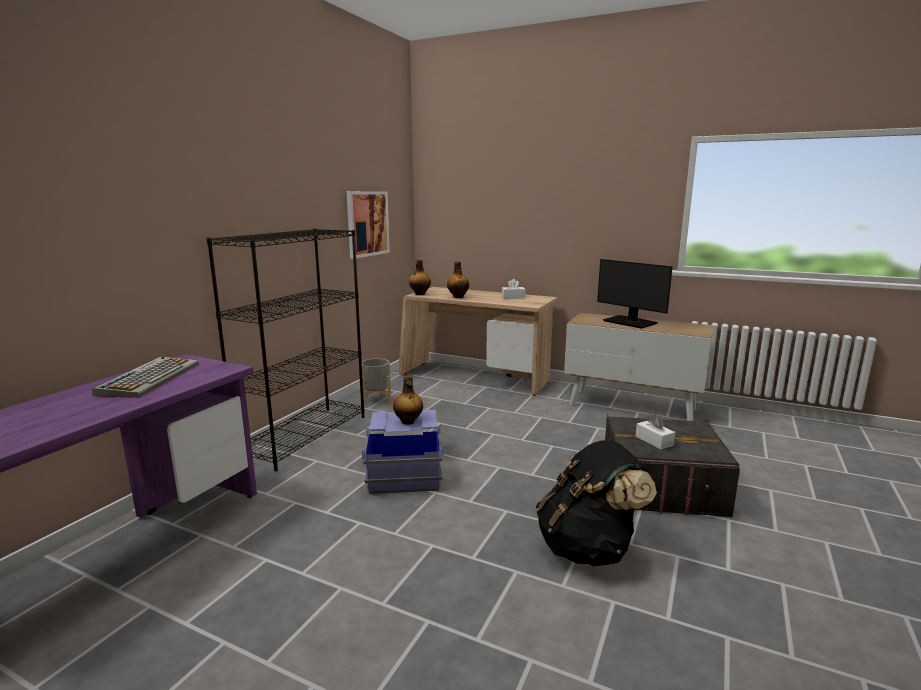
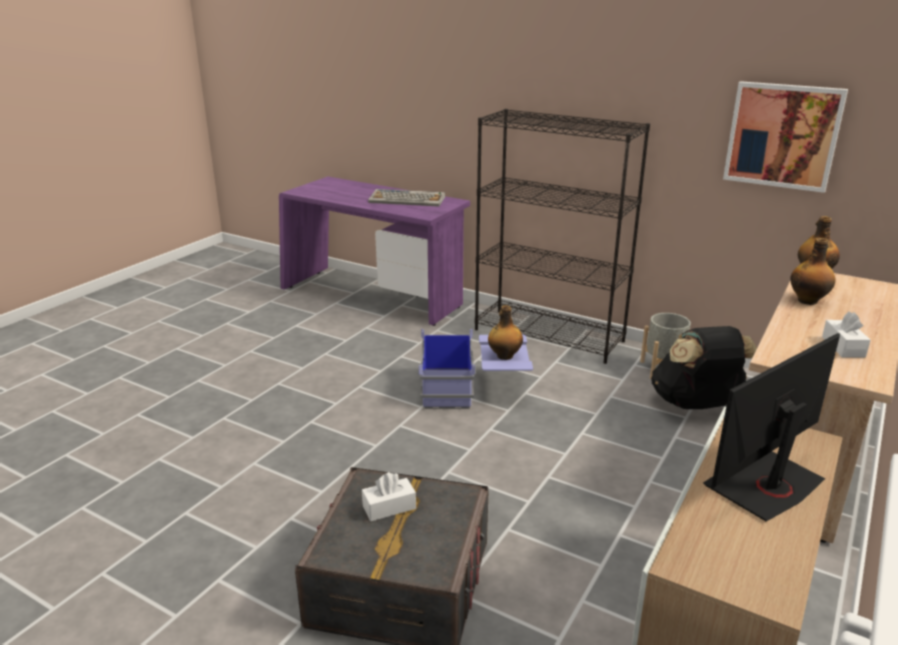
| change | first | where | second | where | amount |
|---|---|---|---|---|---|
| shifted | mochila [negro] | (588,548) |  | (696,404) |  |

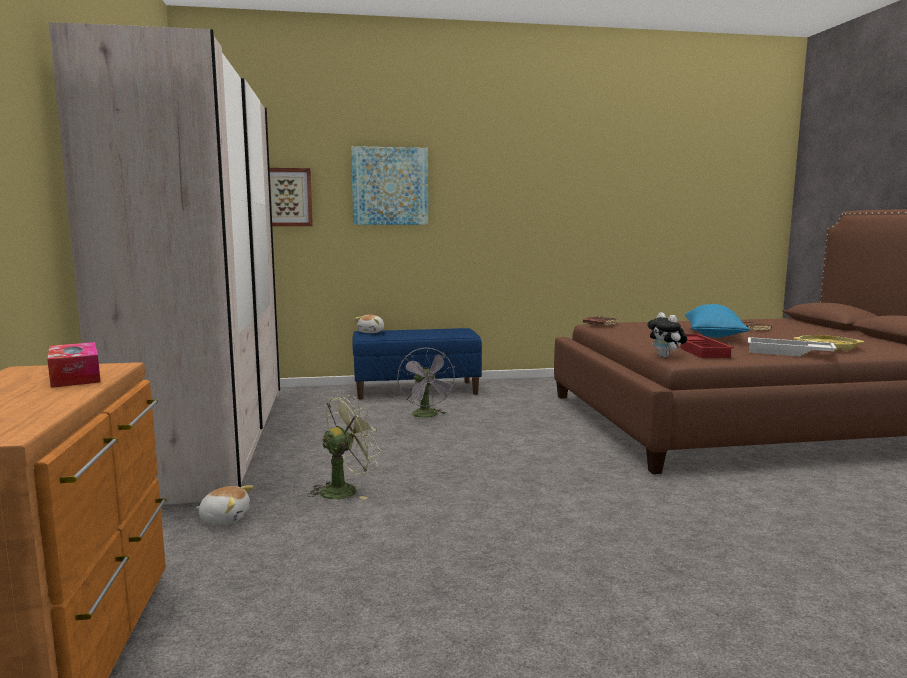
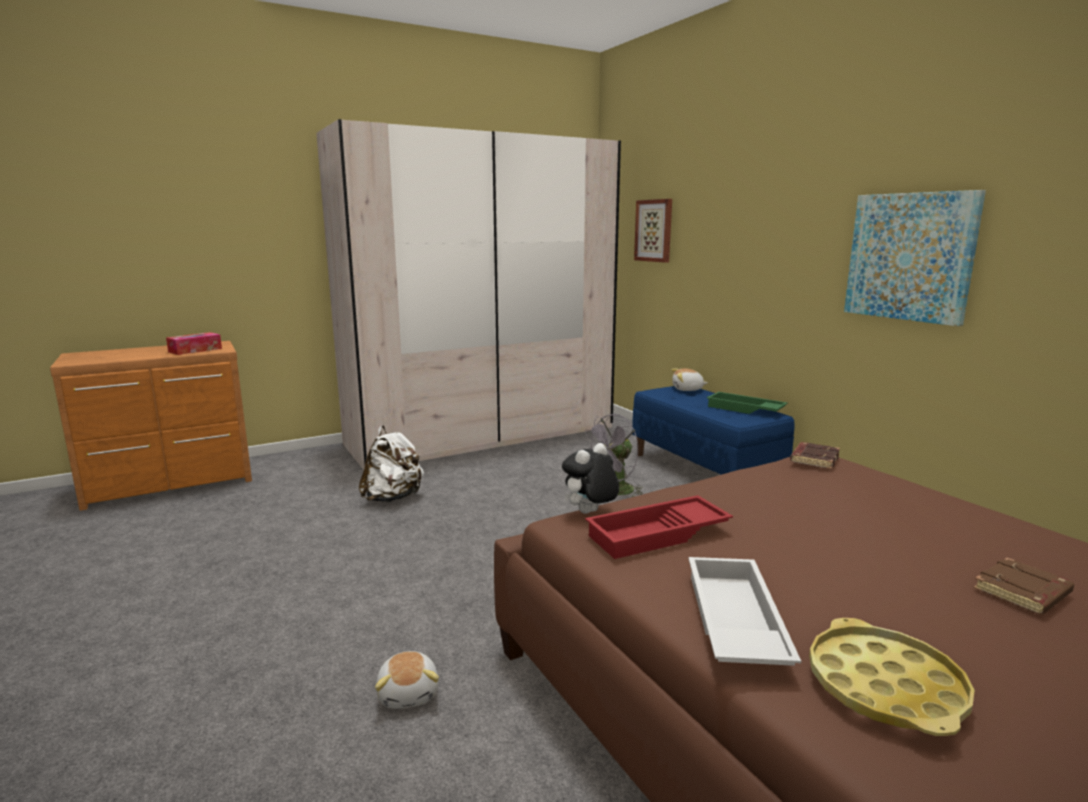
| change | first | where | second | where | amount |
|---|---|---|---|---|---|
| gone | cojín [azul] | (713,335) |  |  |  |
| new |  |  | bandeja [verde] | (744,409) |  |
| shifted | peluche | (225,518) |  | (409,693) |  |
| shifted | cuadro | (390,186) |  | (910,257) |  |
| swapped | ventilador [verde] | (345,490) | mochila [blanco] | (393,498) |  |

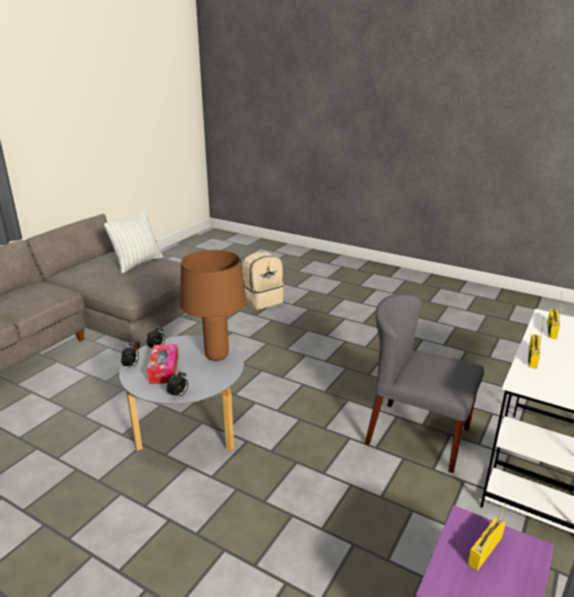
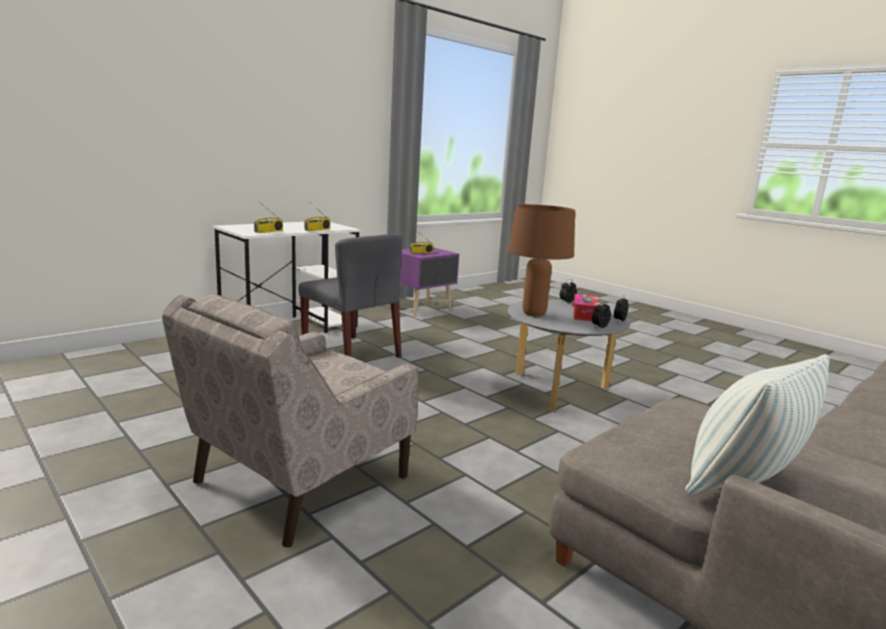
| change | first | where | second | where | amount |
|---|---|---|---|---|---|
| gone | mochila [beis] | (262,300) |  |  |  |
| new |  |  | sillón [beis] | (300,480) |  |

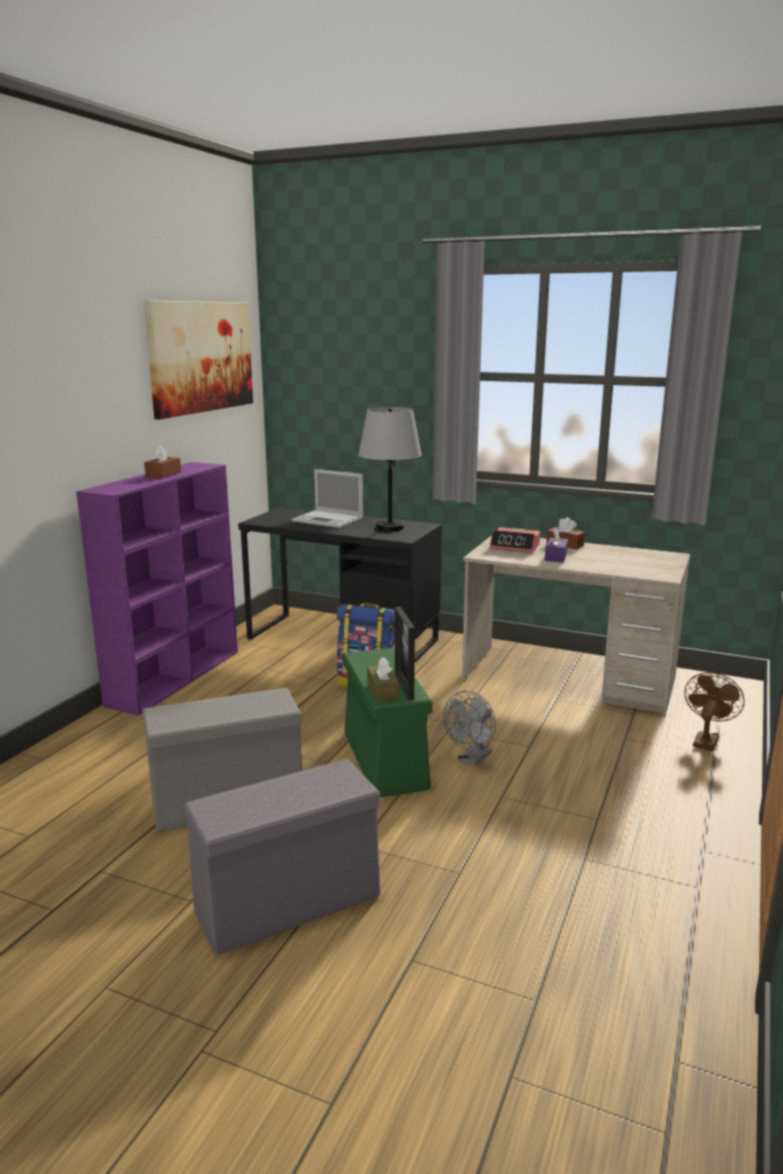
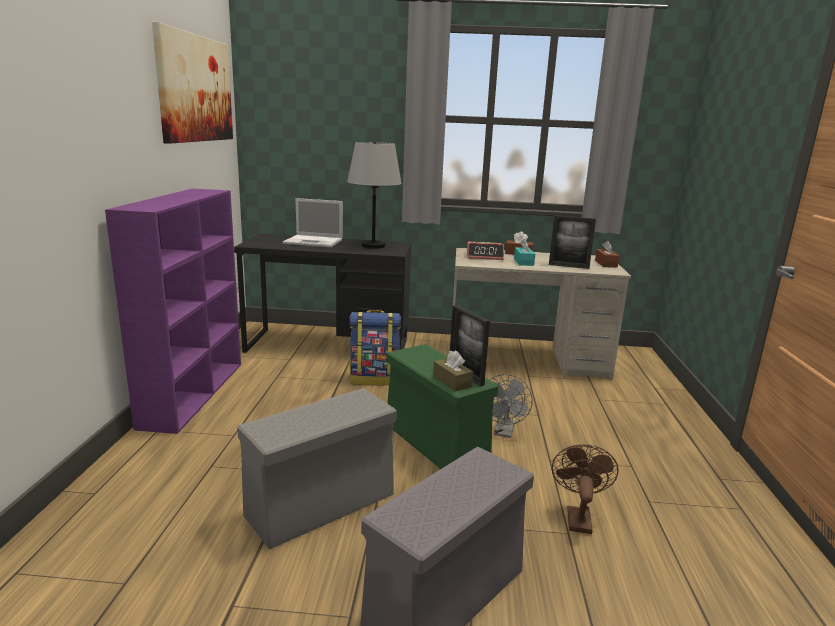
| change | first | where | second | where | amount |
|---|---|---|---|---|---|
| new |  |  | portarretratos | (568,266) |  |
| shifted | caja de pañuelos [marrón] | (163,475) |  | (606,264) |  |
| shifted | ventilador [marrón] | (706,740) |  | (577,517) |  |
| repainted | caja de pañuelos [morado] | (556,557) | caja de pañuelos [turquesa] | (523,262) |  |

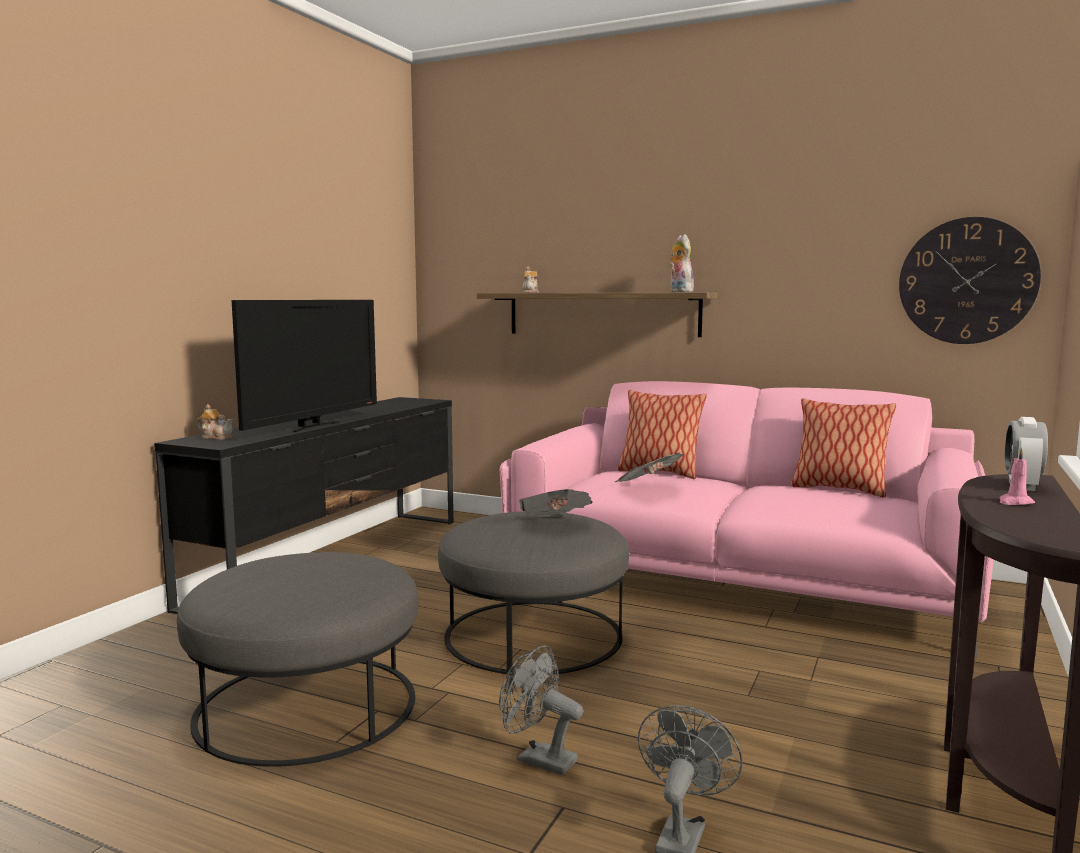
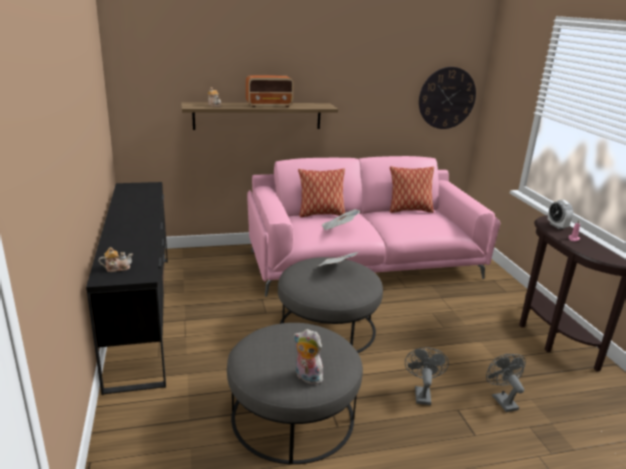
| change | first | where | second | where | amount |
|---|---|---|---|---|---|
| gone | televisor | (312,426) |  |  |  |
| new |  |  | radio | (269,105) |  |
| shifted | peluche | (679,292) |  | (306,377) |  |
| rotated | ventilador [gris] | (538,759) |  | (421,393) | 105 degrees clockwise |

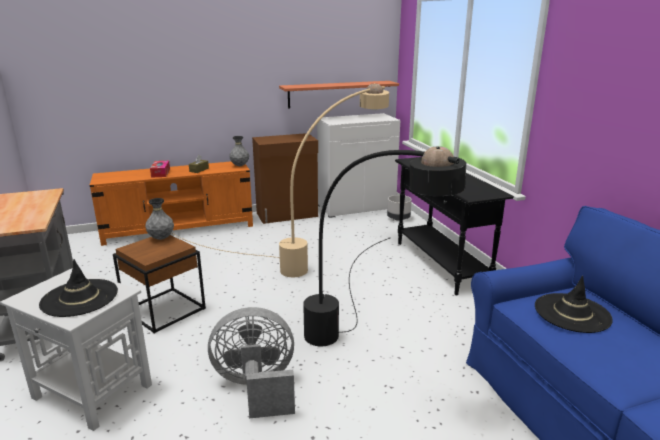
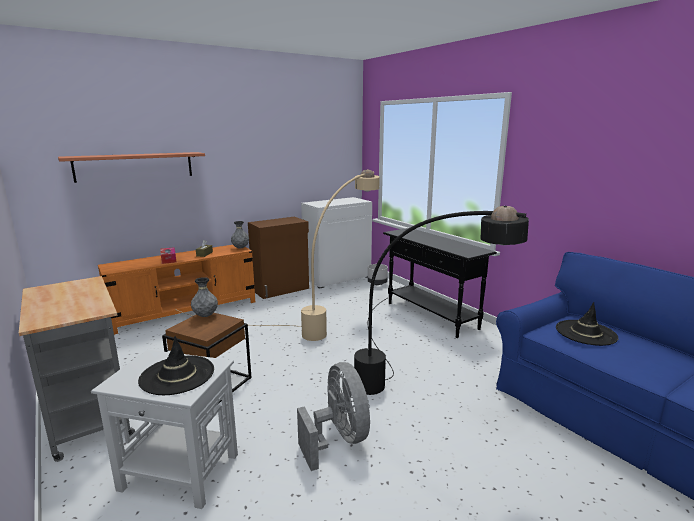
| change | first | where | second | where | amount |
|---|---|---|---|---|---|
| shifted | estante | (336,94) |  | (135,166) |  |
| rotated | ventilador [gris] | (257,388) |  | (339,439) | 90 degrees clockwise |

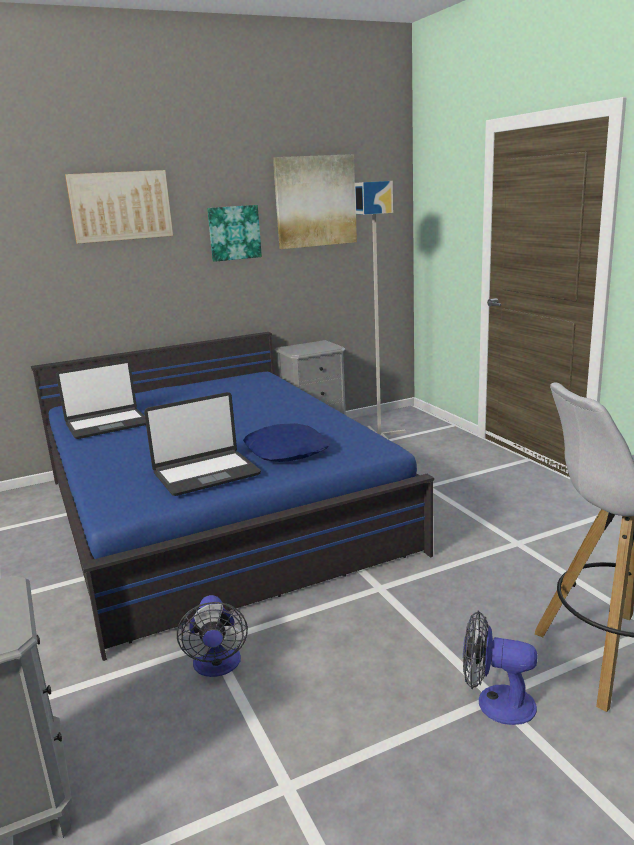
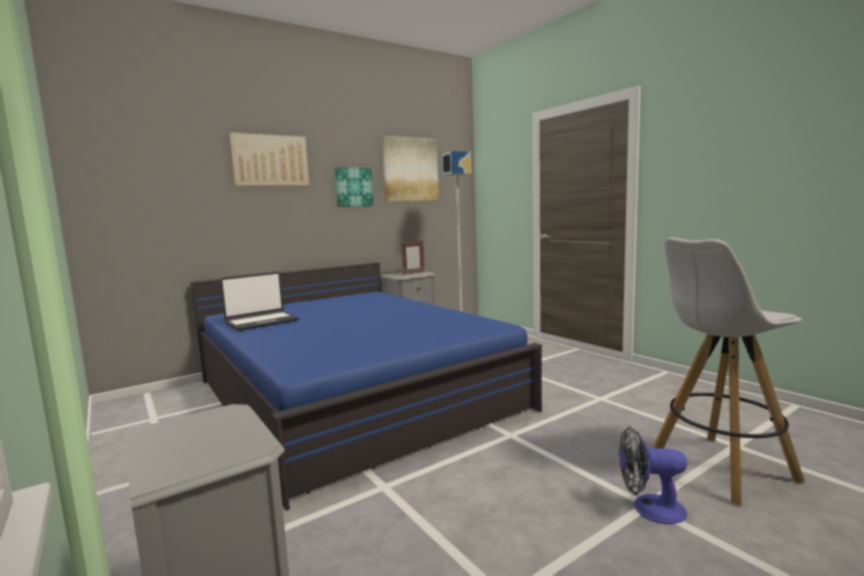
| change | first | where | second | where | amount |
|---|---|---|---|---|---|
| gone | portátil | (206,474) |  |  |  |
| gone | ventilador | (217,666) |  |  |  |
| gone | cojín [azul] | (287,451) |  |  |  |
| new |  |  | portarretratos | (413,273) |  |

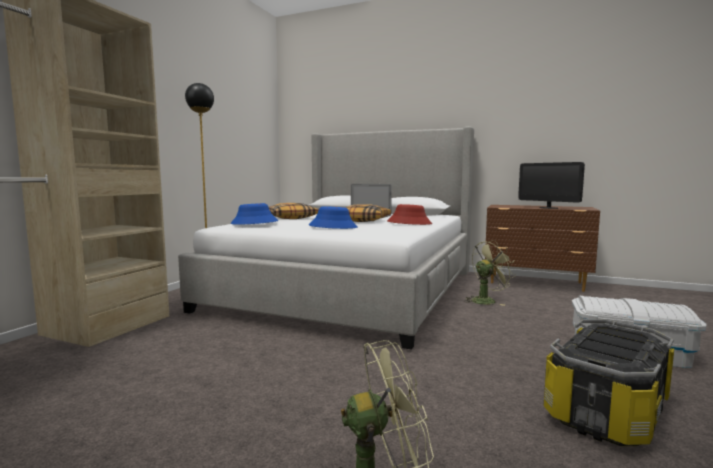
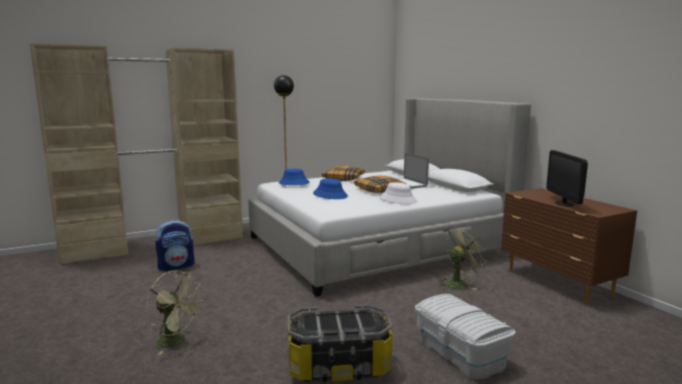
| change | first | where | second | where | amount |
|---|---|---|---|---|---|
| new |  |  | mochila | (176,266) |  |
| repainted | sombrero [rojo] | (409,223) | sombrero [blanco] | (398,200) |  |
| rotated | ventilador [verde] | (486,300) |  | (459,283) | 45 degrees counterclockwise |

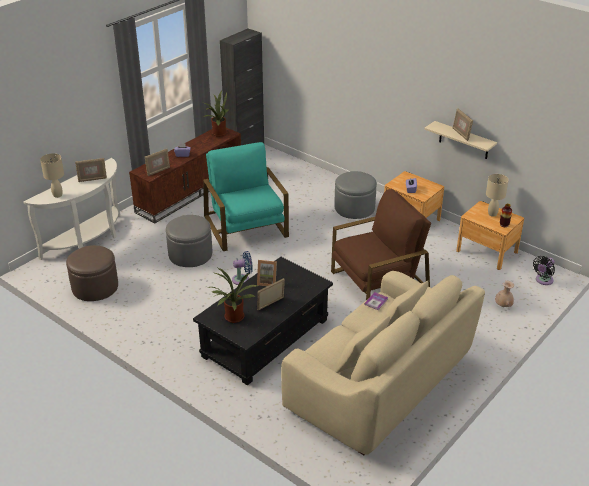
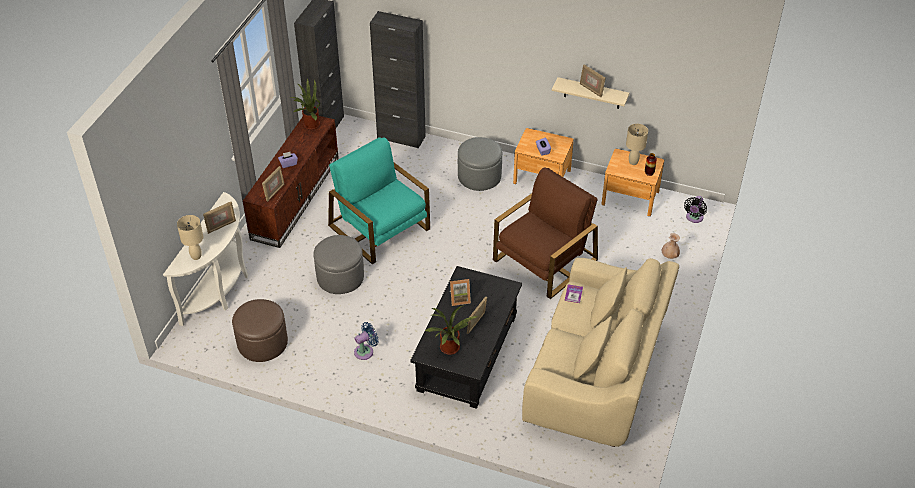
| change | first | where | second | where | amount |
|---|---|---|---|---|---|
| new |  |  | armario [negro] | (401,137) |  |
| shifted | ventilador [azul] | (242,279) |  | (365,351) |  |

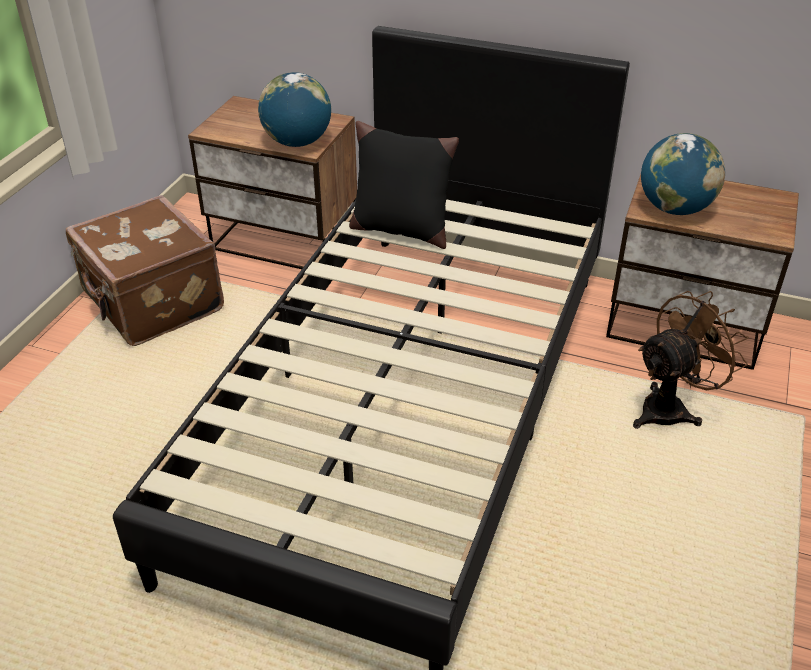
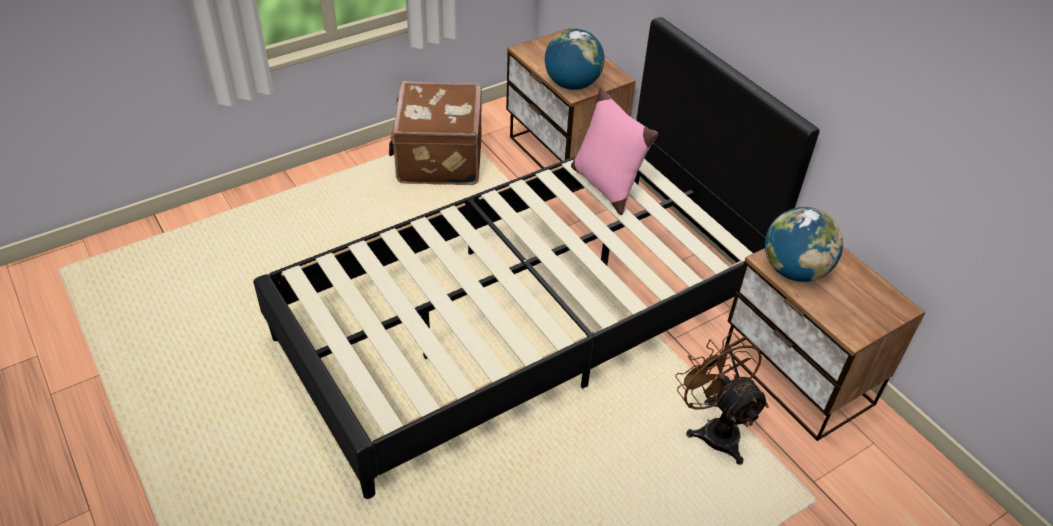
| change | first | where | second | where | amount |
|---|---|---|---|---|---|
| repainted | cojín [negro] | (400,230) | cojín [rosa] | (605,185) |  |
| rotated | ventilador [marrón] | (671,408) |  | (714,429) | 120 degrees counterclockwise |

